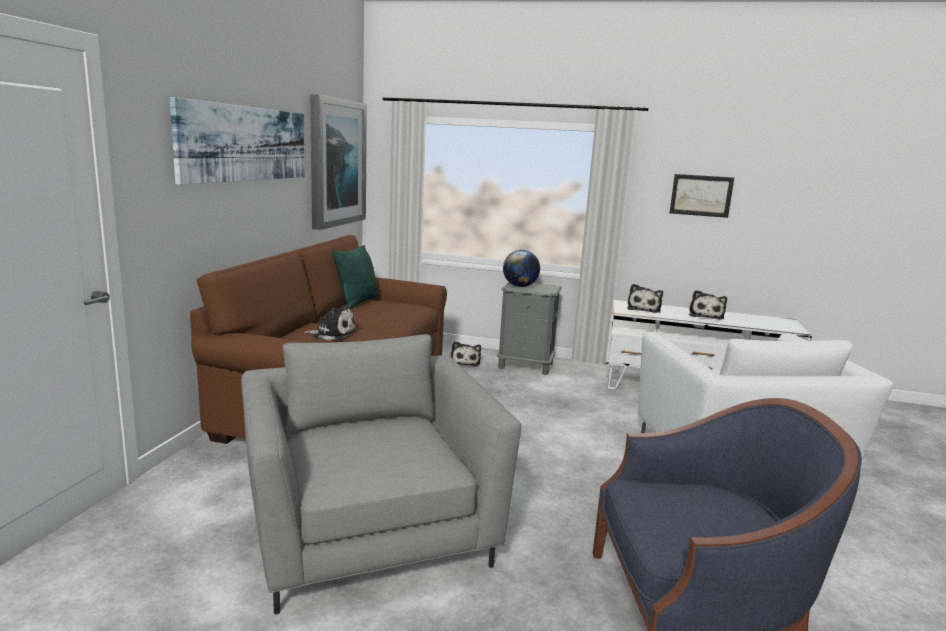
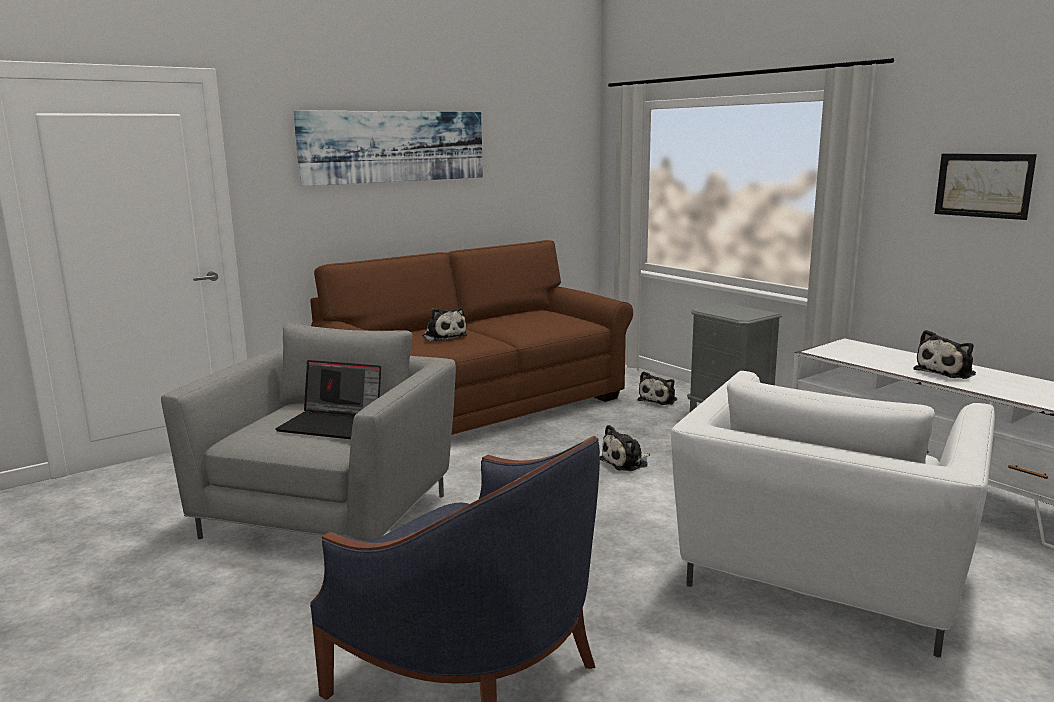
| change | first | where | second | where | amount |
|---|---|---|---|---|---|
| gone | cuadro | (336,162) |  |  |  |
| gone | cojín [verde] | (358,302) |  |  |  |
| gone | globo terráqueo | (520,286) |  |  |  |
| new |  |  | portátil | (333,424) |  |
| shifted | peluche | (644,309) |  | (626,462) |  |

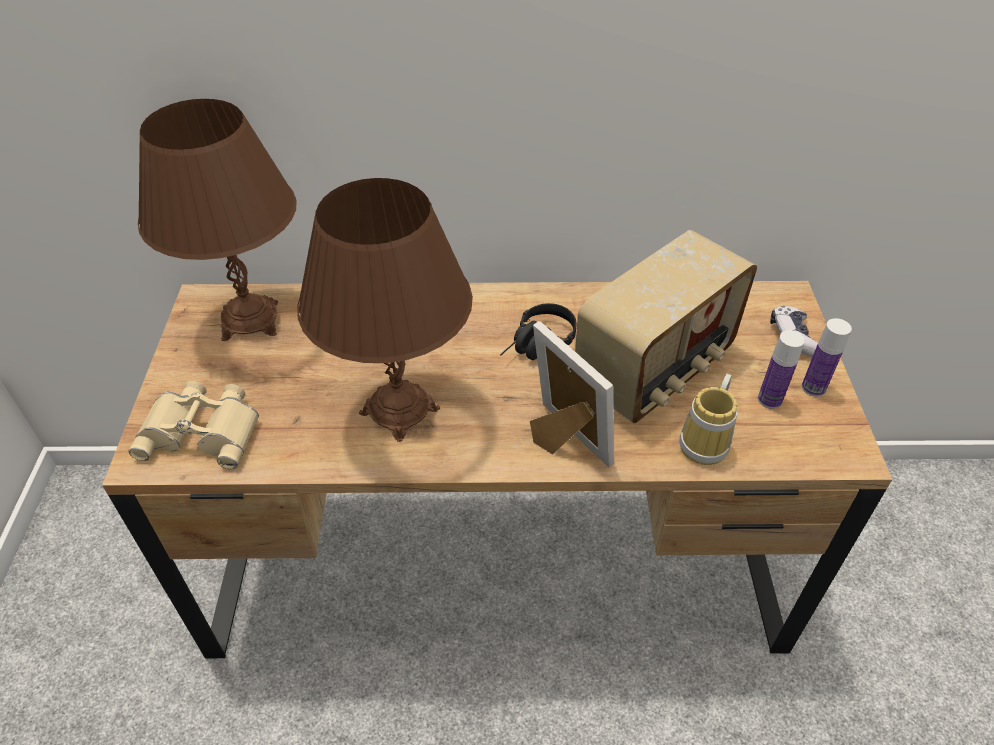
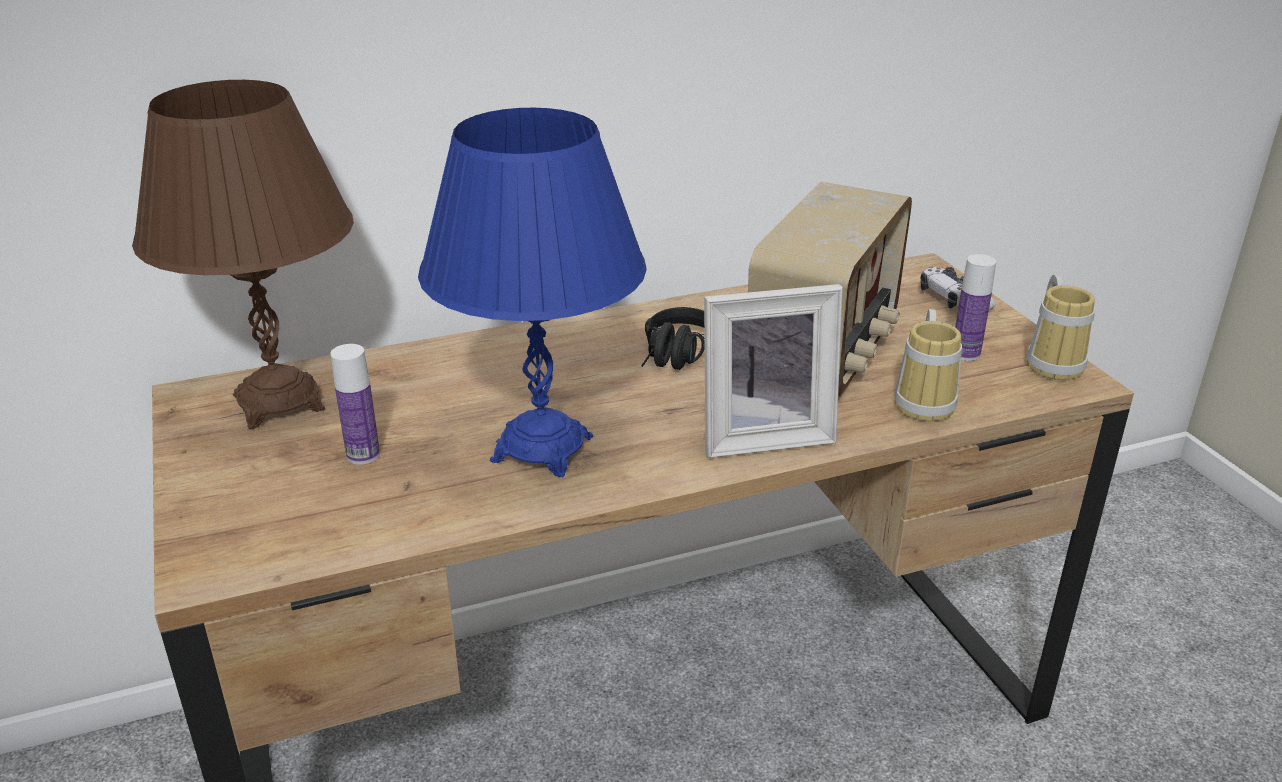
| change | first | where | second | where | amount |
|---|---|---|---|---|---|
| gone | prismáticos [beis] | (203,429) |  |  |  |
| new |  |  | taza grande | (1055,362) |  |
| shifted | botella | (813,388) |  | (363,455) |  |
| repainted | lámpara de mesa [marrón] | (400,411) | lámpara de mesa [azul] | (543,448) |  |
| rotated | portarretratos | (562,442) |  | (764,435) | 135 degrees clockwise |

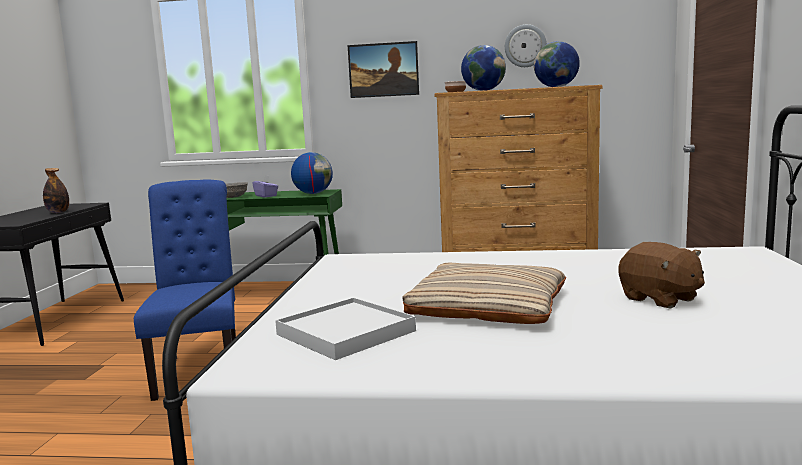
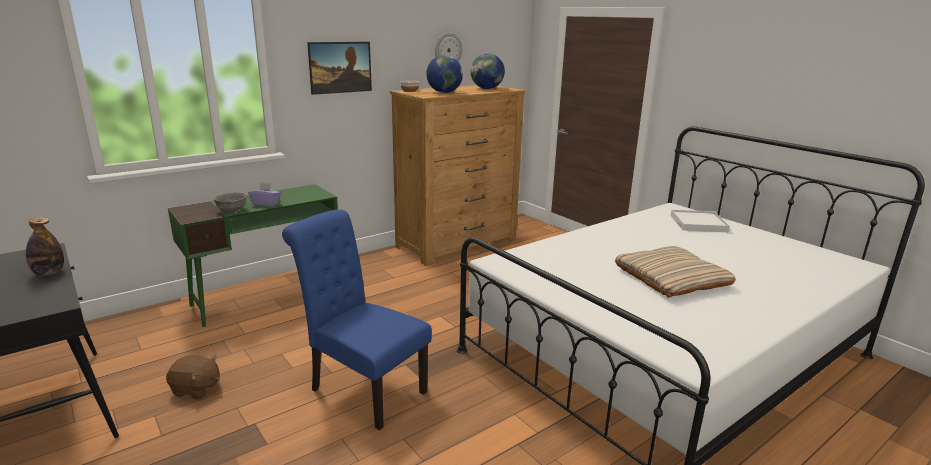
| change | first | where | second | where | amount |
|---|---|---|---|---|---|
| gone | globo terráqueo | (313,193) |  |  |  |
| shifted | bandeja [blanco] | (345,333) |  | (698,223) |  |
| shifted | peluche [marrón] | (659,299) |  | (196,389) |  |

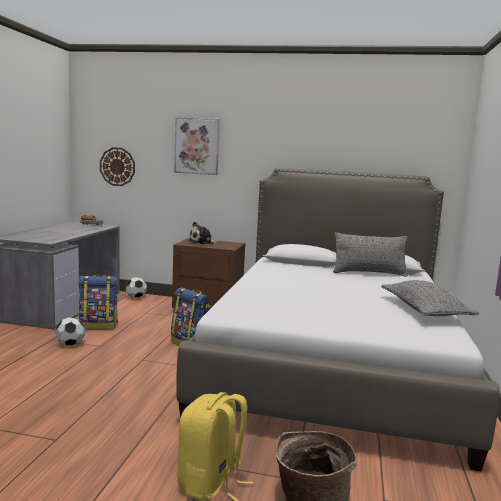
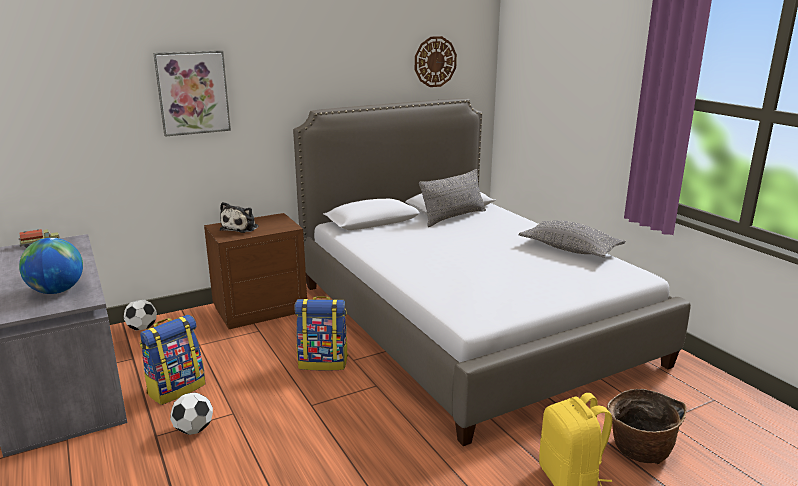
| change | first | where | second | where | amount |
|---|---|---|---|---|---|
| new |  |  | globo terráqueo | (57,291) |  |
| shifted | reloj de pared | (117,166) |  | (435,61) |  |

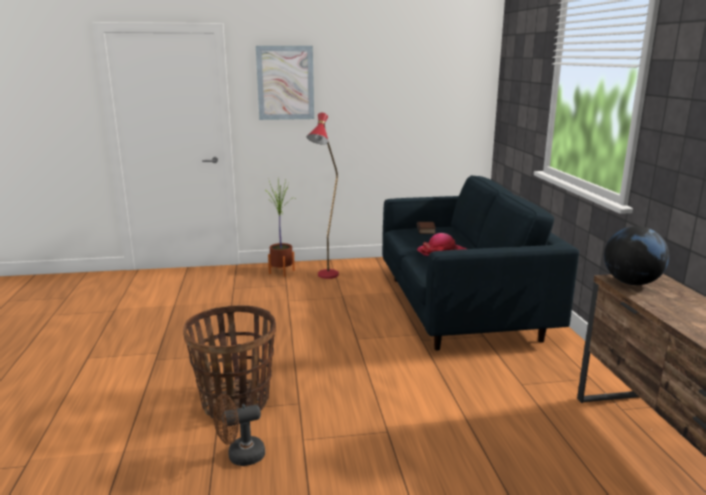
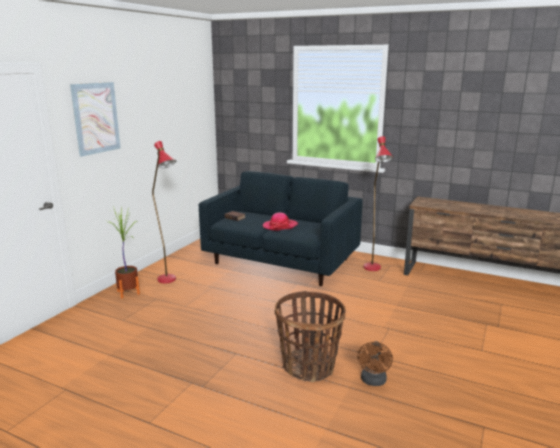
| change | first | where | second | where | amount |
|---|---|---|---|---|---|
| gone | globo terráqueo | (631,283) |  |  |  |
| new |  |  | lámpara de pie [rojo] | (373,270) |  |

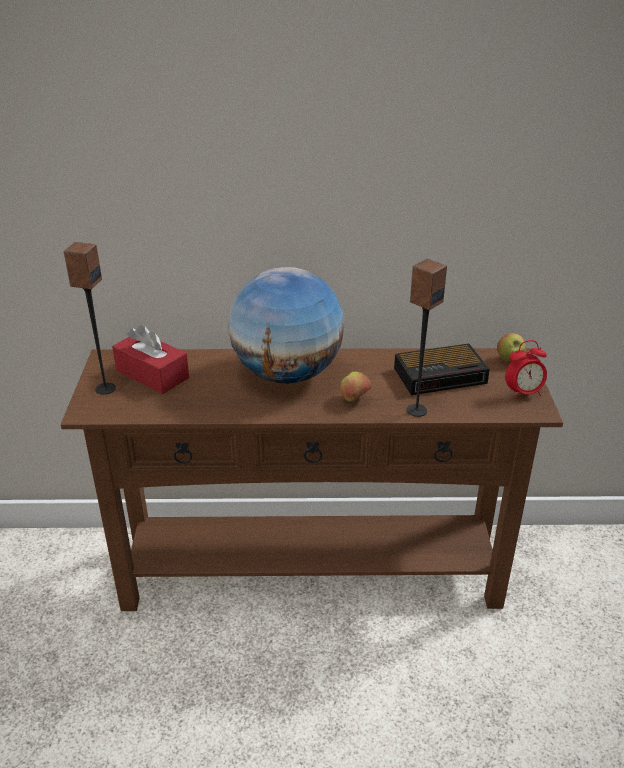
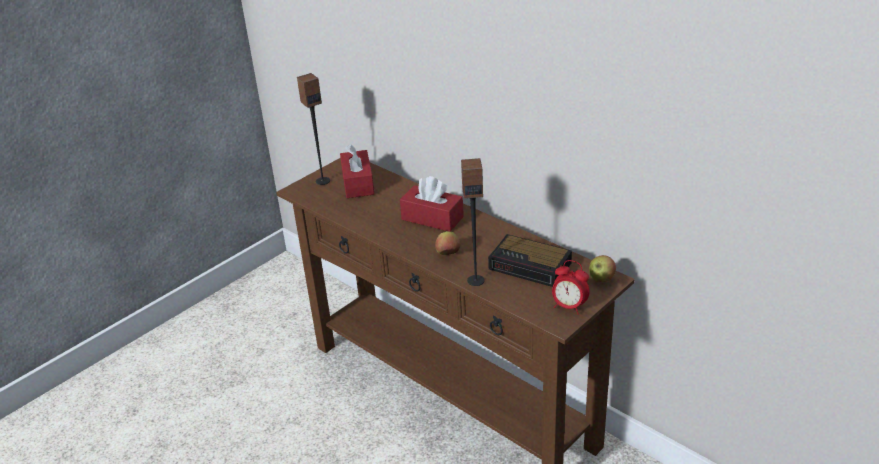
| change | first | where | second | where | amount |
|---|---|---|---|---|---|
| swapped | globo terráqueo | (287,374) | caja de pañuelos [rojo] | (432,218) |  |

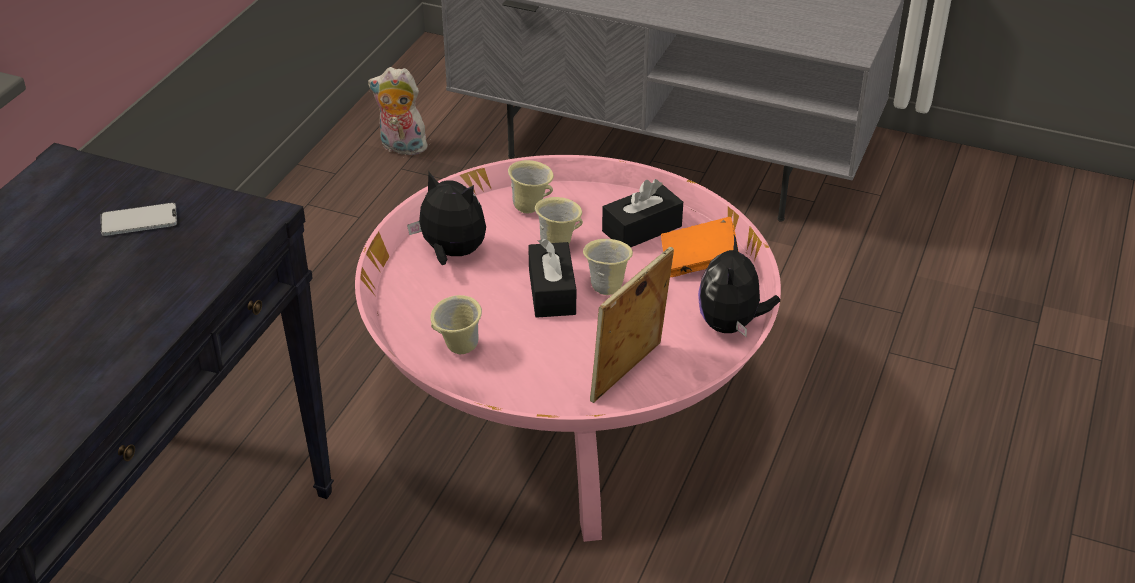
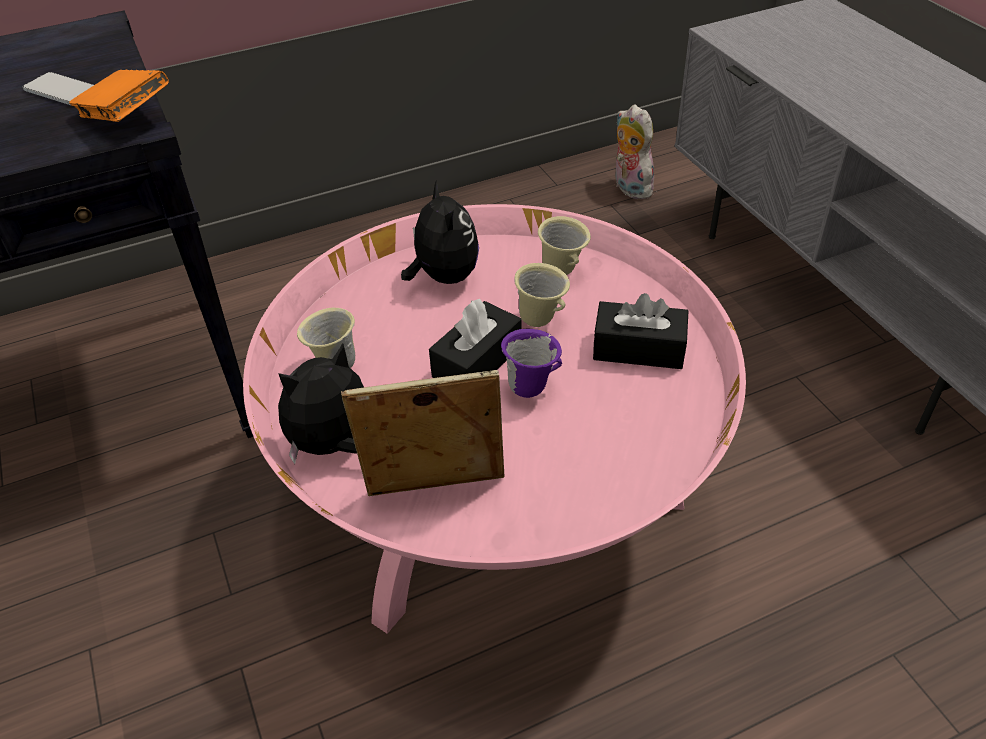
| change | first | where | second | where | amount |
|---|---|---|---|---|---|
| shifted | libro [naranja] | (698,262) |  | (127,118) |  |
| shifted | peluche | (731,325) |  | (334,445) |  |
| repainted | taza grande [beis] | (607,287) | taza grande [morado] | (531,387) |  |

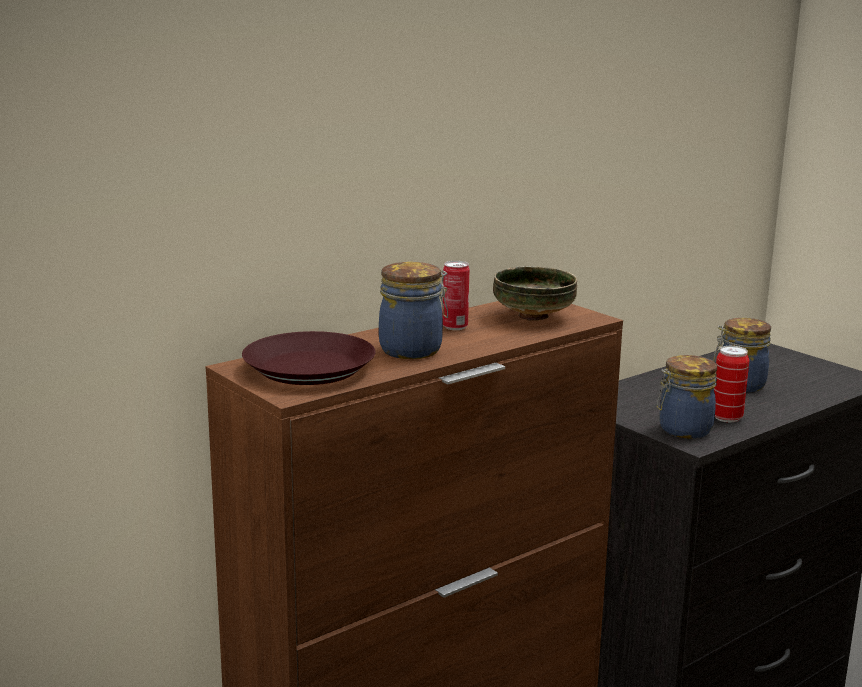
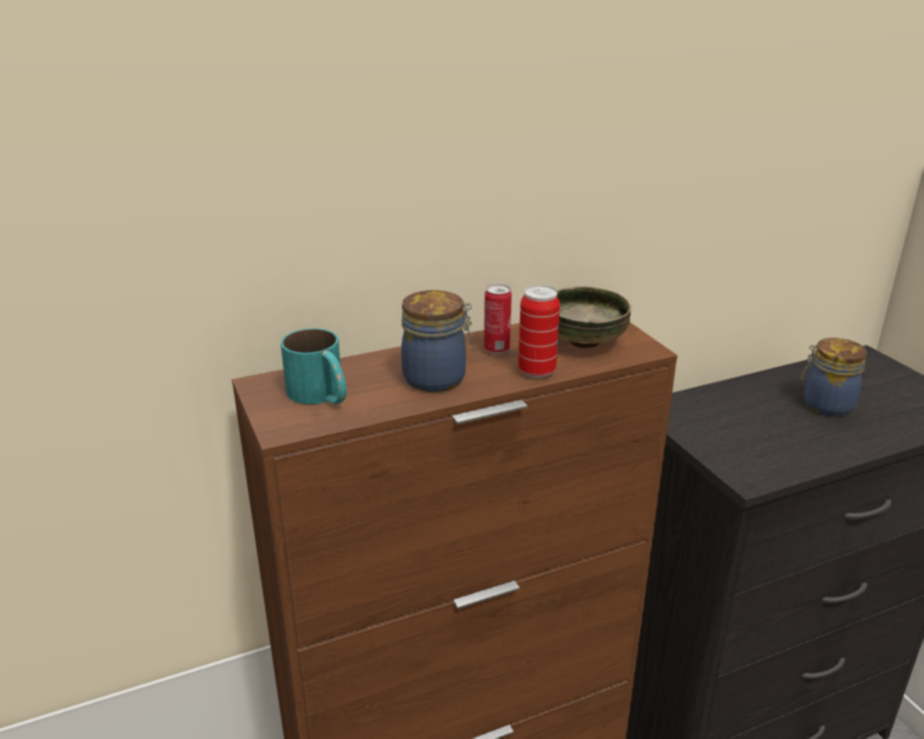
| change | first | where | second | where | amount |
|---|---|---|---|---|---|
| gone | tarro | (682,430) |  |  |  |
| shifted | lata | (726,417) |  | (536,371) |  |
| swapped | plato [marrón] | (309,369) | taza grande [turquesa] | (322,395) |  |

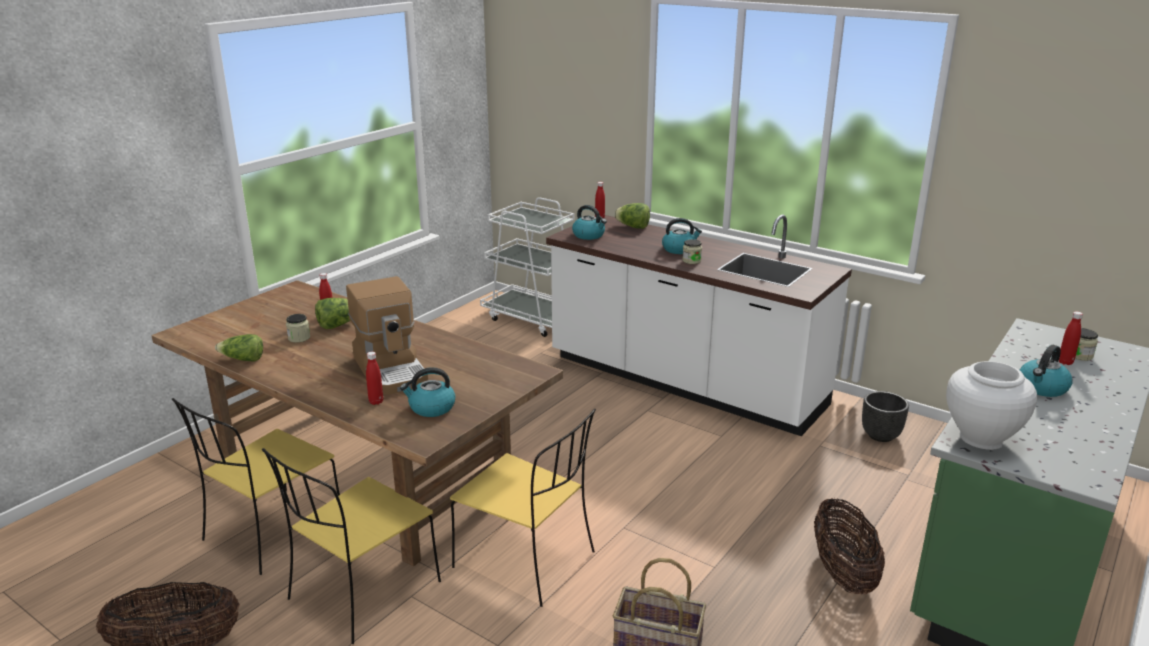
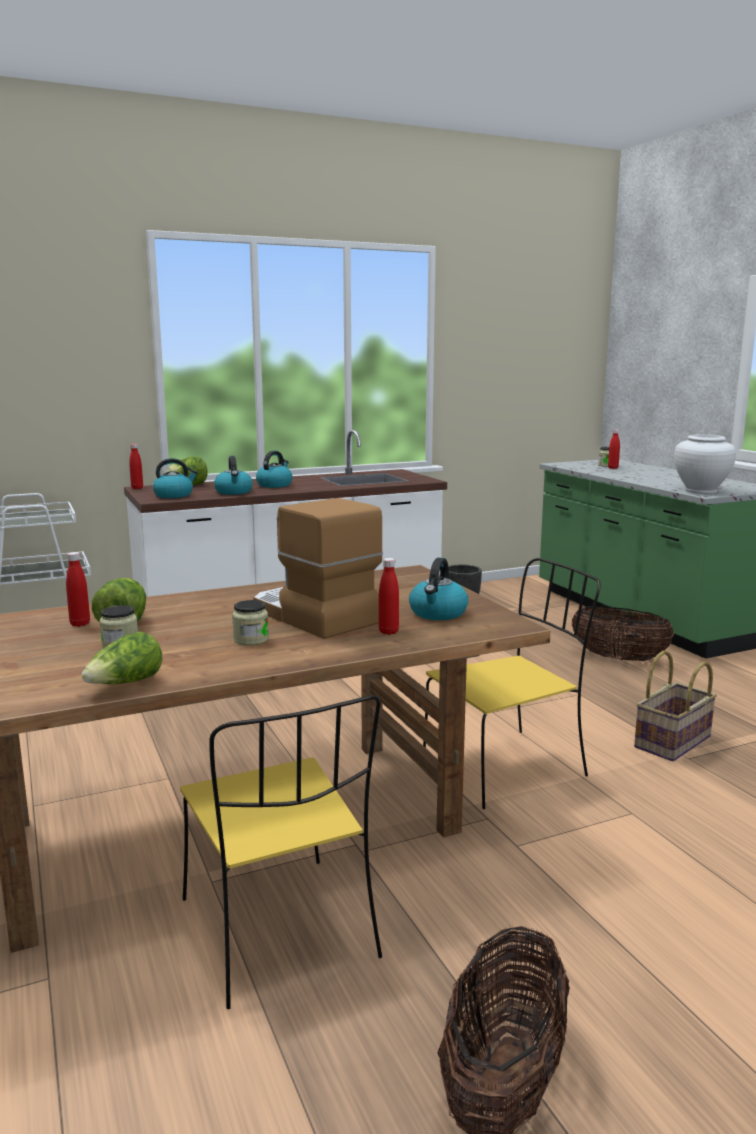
| change | first | where | second | where | amount |
|---|---|---|---|---|---|
| gone | silla [amarillo] | (362,593) |  |  |  |
| shifted | tarro | (691,261) |  | (251,639) |  |
| shifted | hervidor | (1042,388) |  | (234,492) |  |
| rotated | cafetera | (392,370) |  | (313,616) | 135 degrees counterclockwise |

